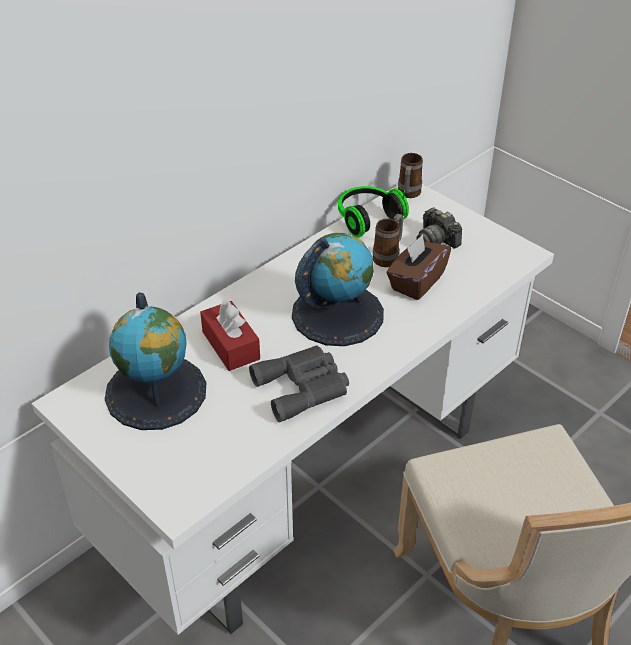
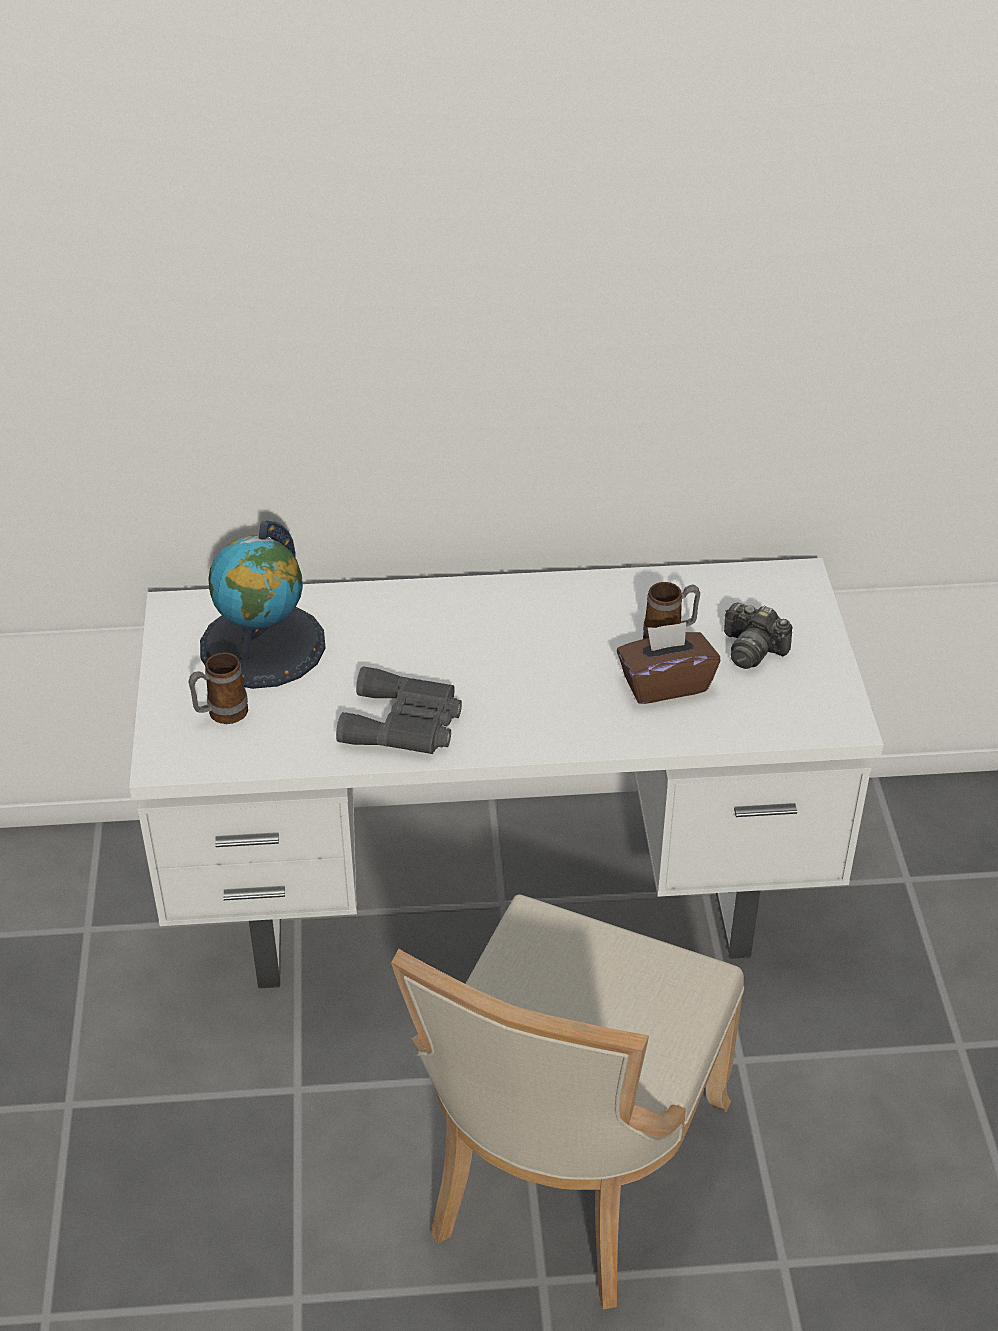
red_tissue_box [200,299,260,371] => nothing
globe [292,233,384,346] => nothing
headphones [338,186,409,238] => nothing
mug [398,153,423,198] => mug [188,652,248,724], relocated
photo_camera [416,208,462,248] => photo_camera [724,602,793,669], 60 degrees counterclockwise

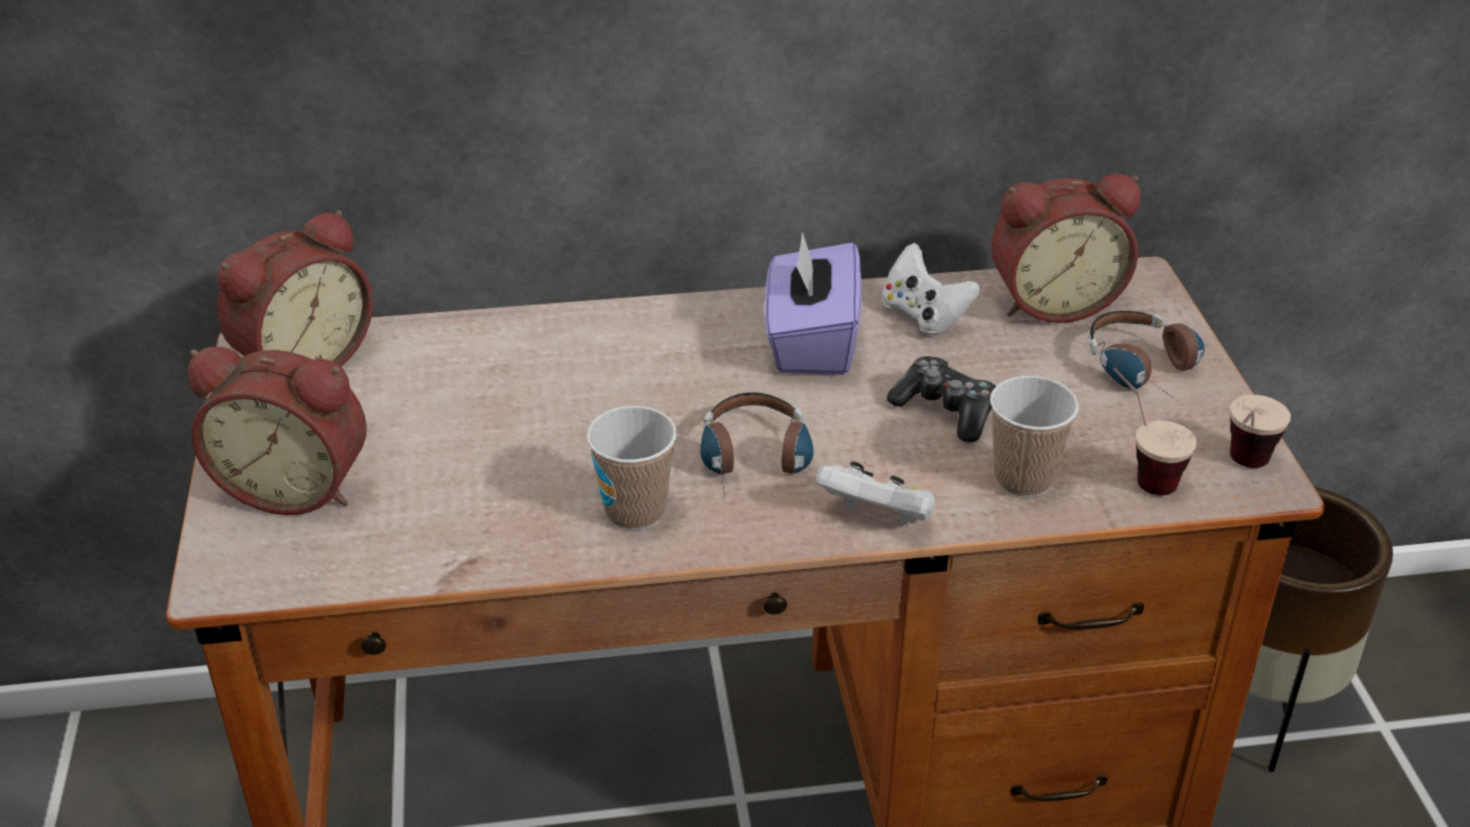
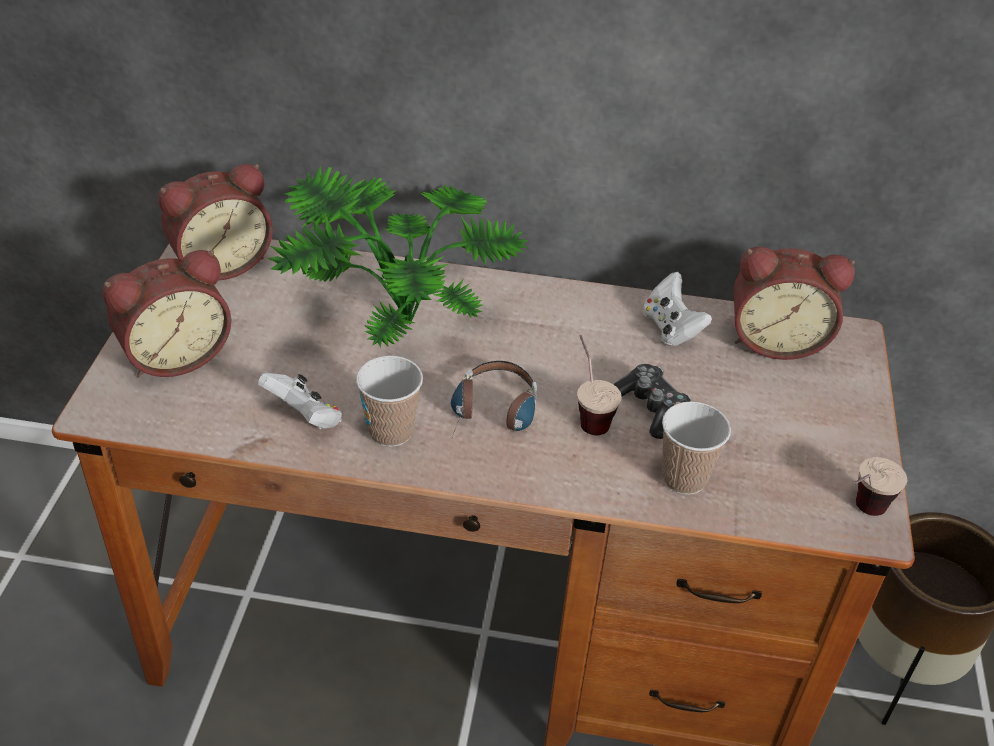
purple_tissue_box [765,232,861,375] => nothing
headphones [1089,311,1205,403] => nothing
nothing => potted_plant [268,166,528,348]
white_game_controller [816,461,935,525] => white_game_controller [258,372,342,429], relocated
cup [1113,367,1197,495] => cup [577,335,622,435], relocated
alarm_clock [188,347,367,515] => alarm_clock [102,250,231,377], 60 degrees counterclockwise

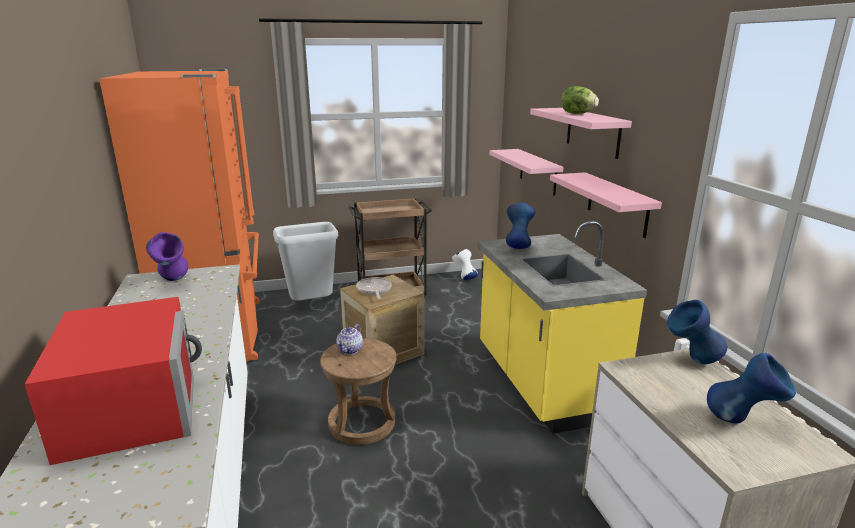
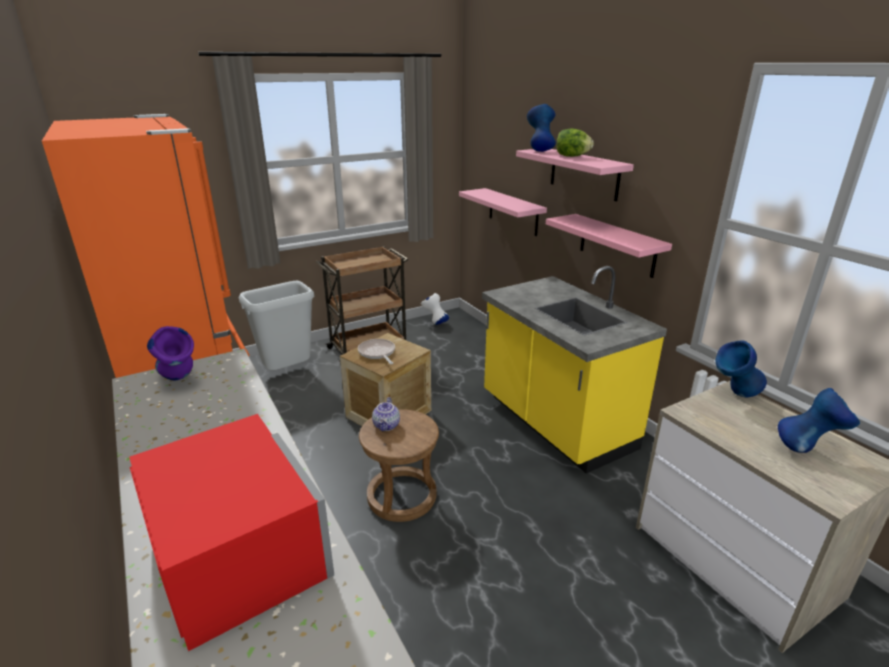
blue_vase [506,203,536,249] => blue_vase [527,104,556,152], relocated

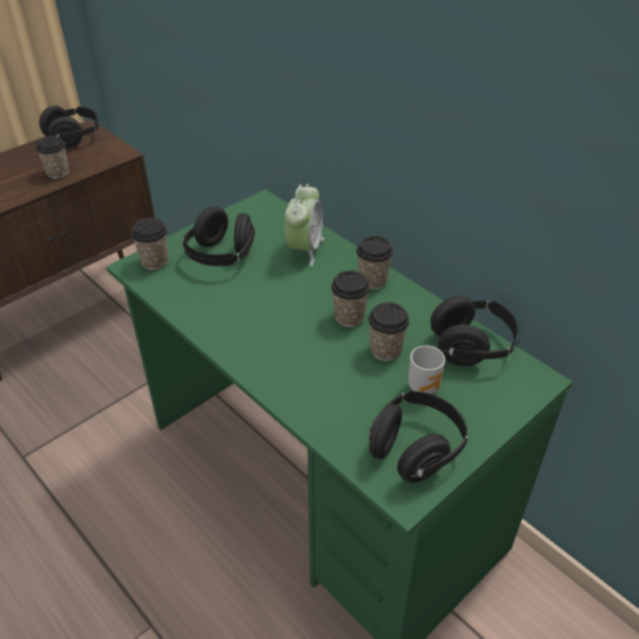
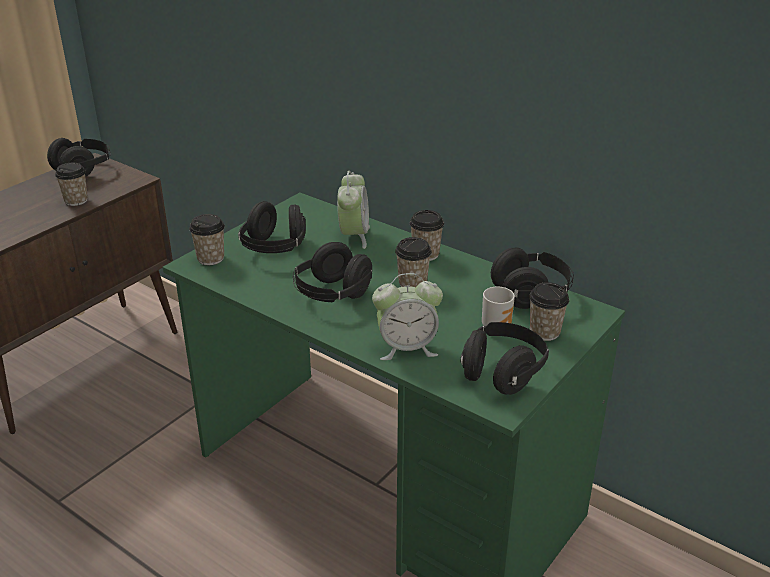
nothing => black_headphones [293,242,372,302]
nothing => alarm_clock [372,273,443,360]
cup [368,302,409,361] => cup [529,282,569,341], relocated

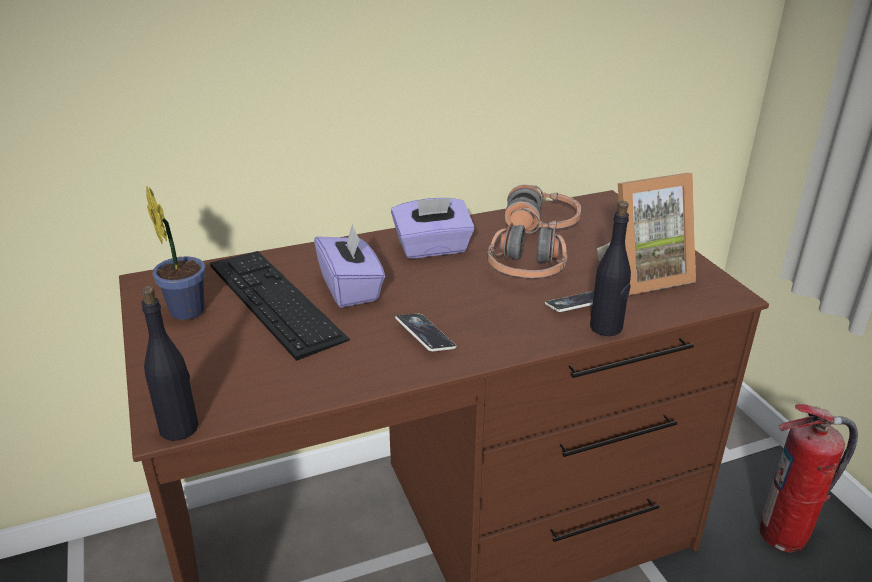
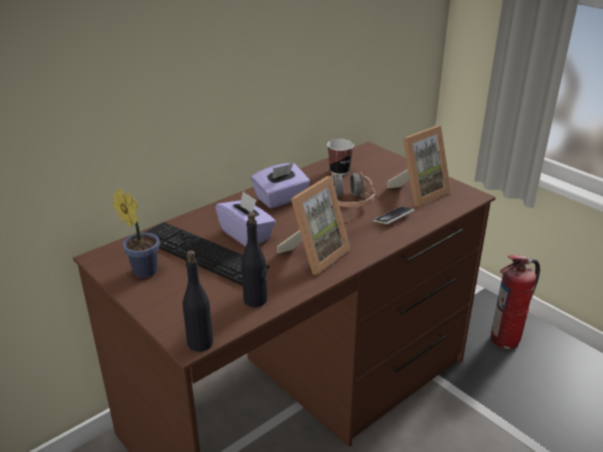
black_bottle [590,201,631,336] => black_bottle [241,212,267,307], relocated
phone [395,314,457,351] => picture_frame [277,176,350,275]
headphones [504,185,581,234] => cup [327,139,354,175]

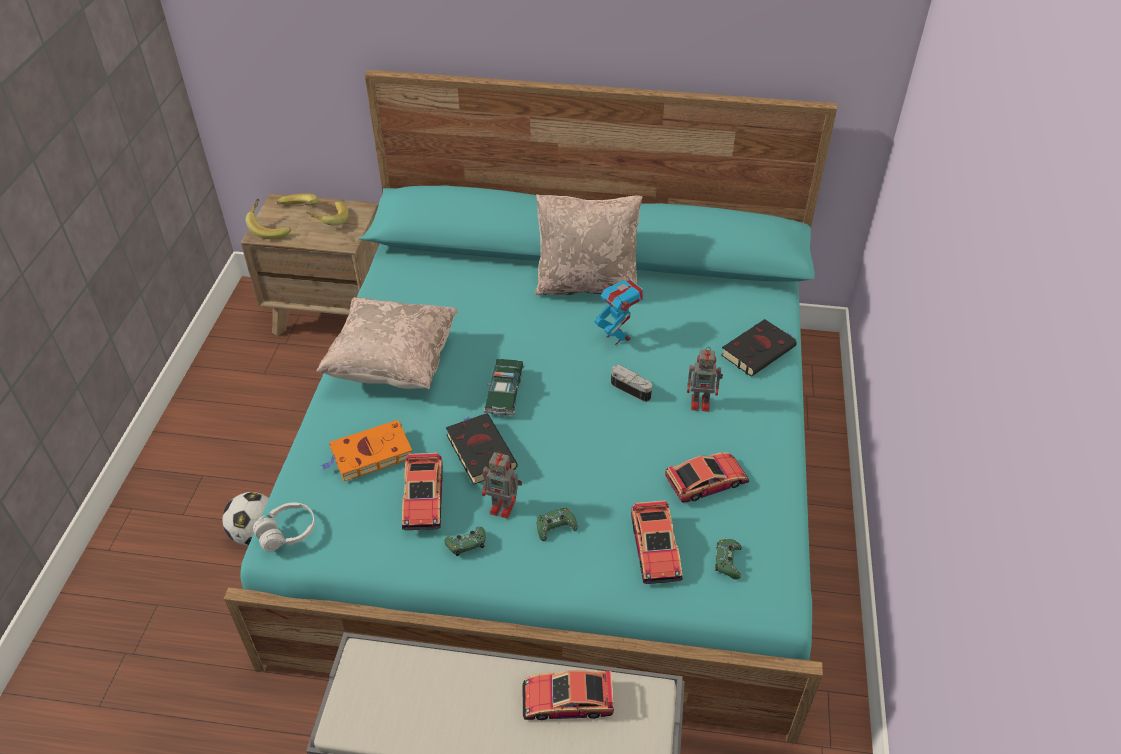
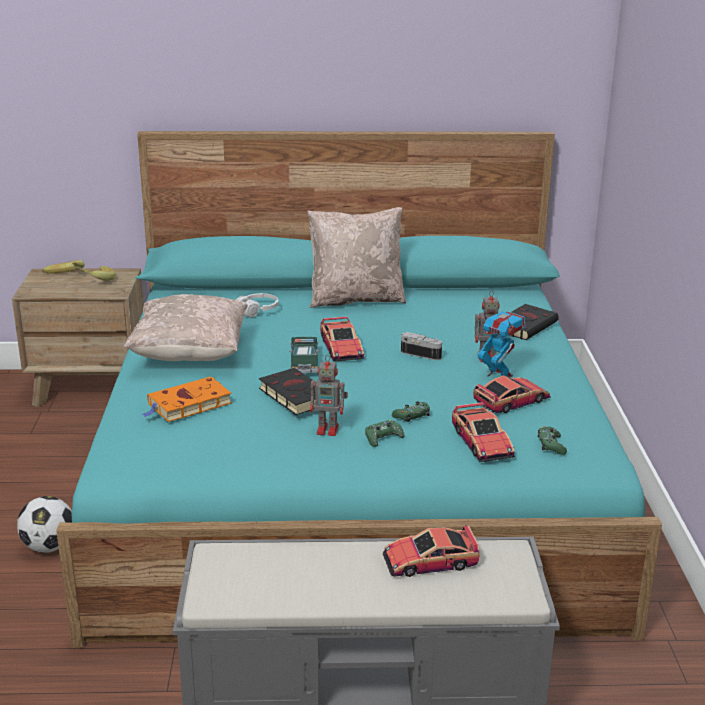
banana [246,199,291,239] => nothing
white_headphones [253,503,315,552] => white_headphones [236,293,279,318], relocated
toy_car [402,453,443,530] => toy_car [320,316,364,361], relocated
green_game_controller [444,527,486,556] => green_game_controller [392,401,430,422], relocated
toy_robot [594,279,644,345] => toy_robot [478,308,526,377], relocated

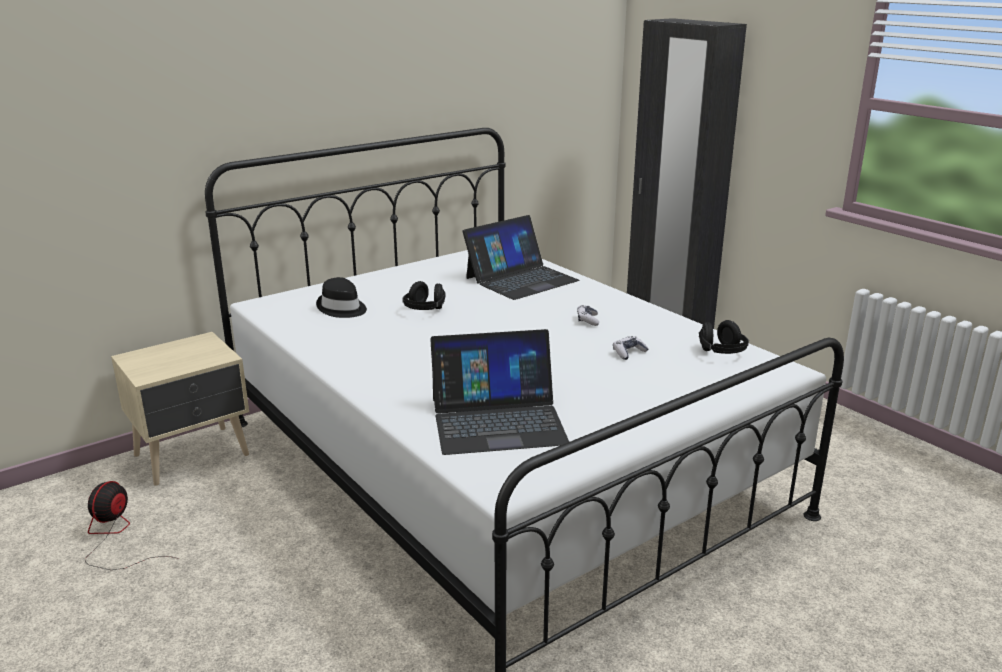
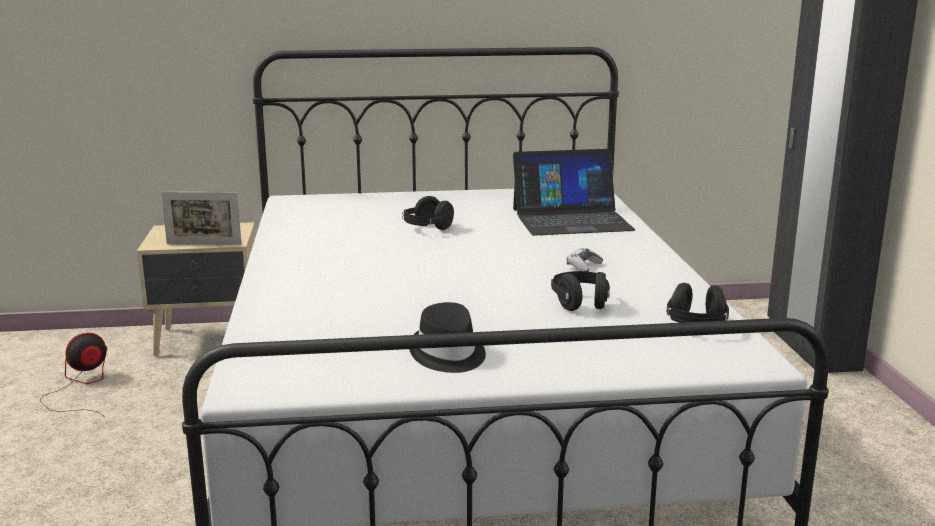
laptop [430,329,569,455] => nothing
nothing => picture_frame [161,192,242,245]
black_hat [316,277,367,318] => black_hat [409,302,486,373], relocated
game_controller [613,336,648,360] => black_headphones [551,271,610,311]

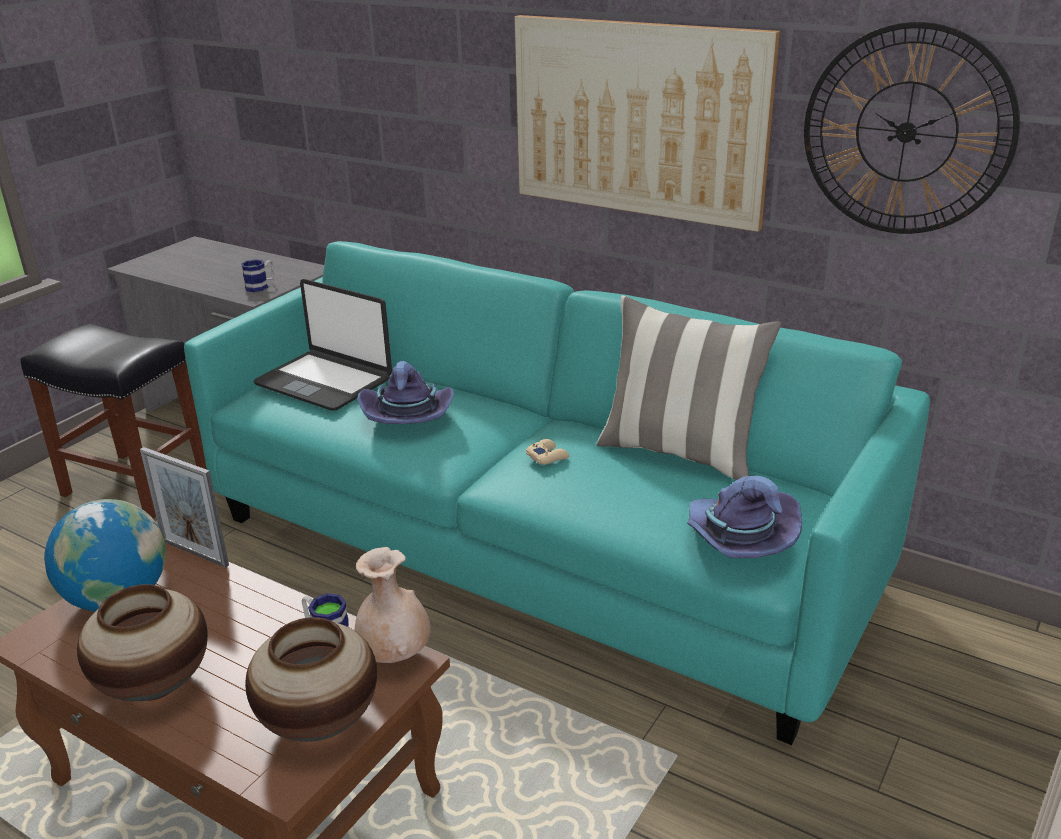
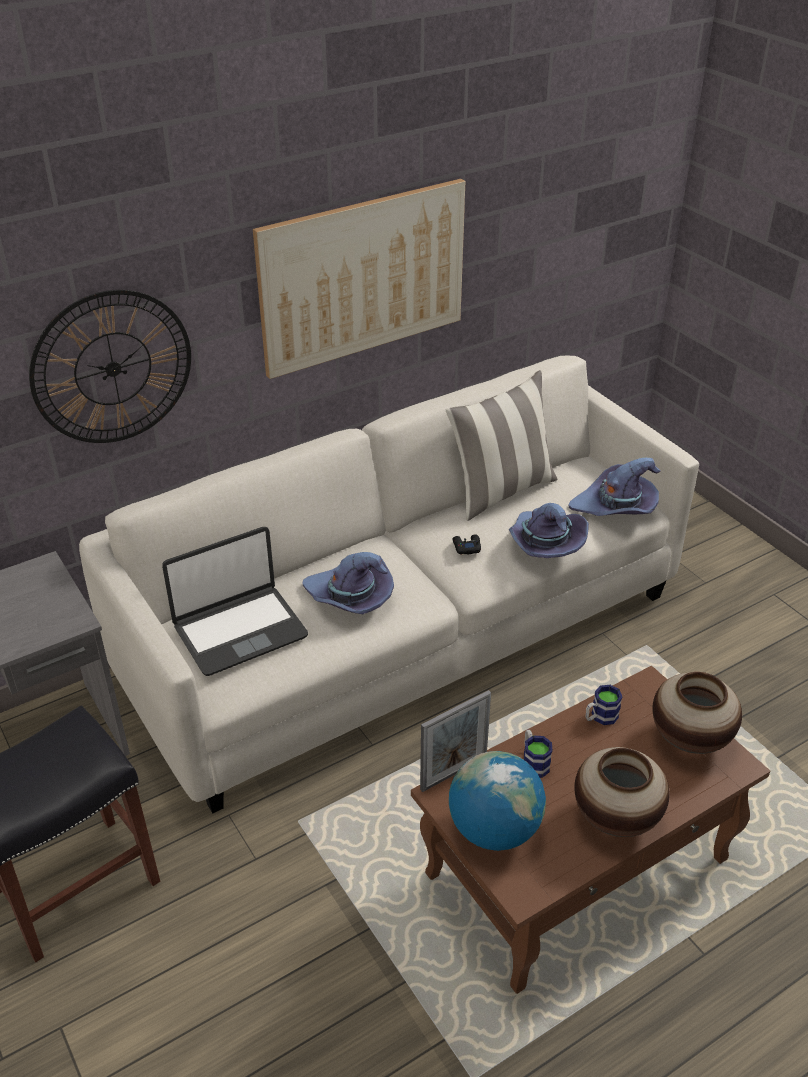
beige_vase [355,547,431,663] => nothing
nothing => purple_hat [509,503,589,558]
mug [241,259,274,292] => mug [524,730,552,778], relocated
wall_clock [804,22,1020,234] => wall_clock [29,290,191,443], relocated
turquoise_sofa [184,241,930,745] => white_sofa [79,356,699,813]
beige_game_controller [526,439,570,465] => black_game_controller [453,534,481,555]

